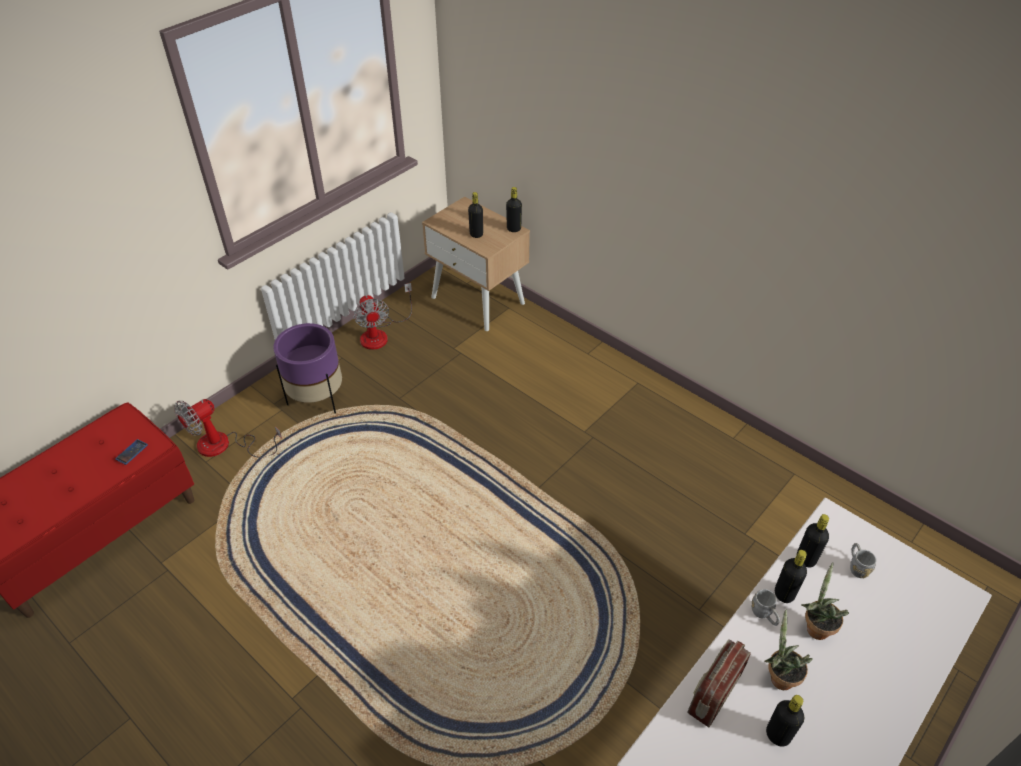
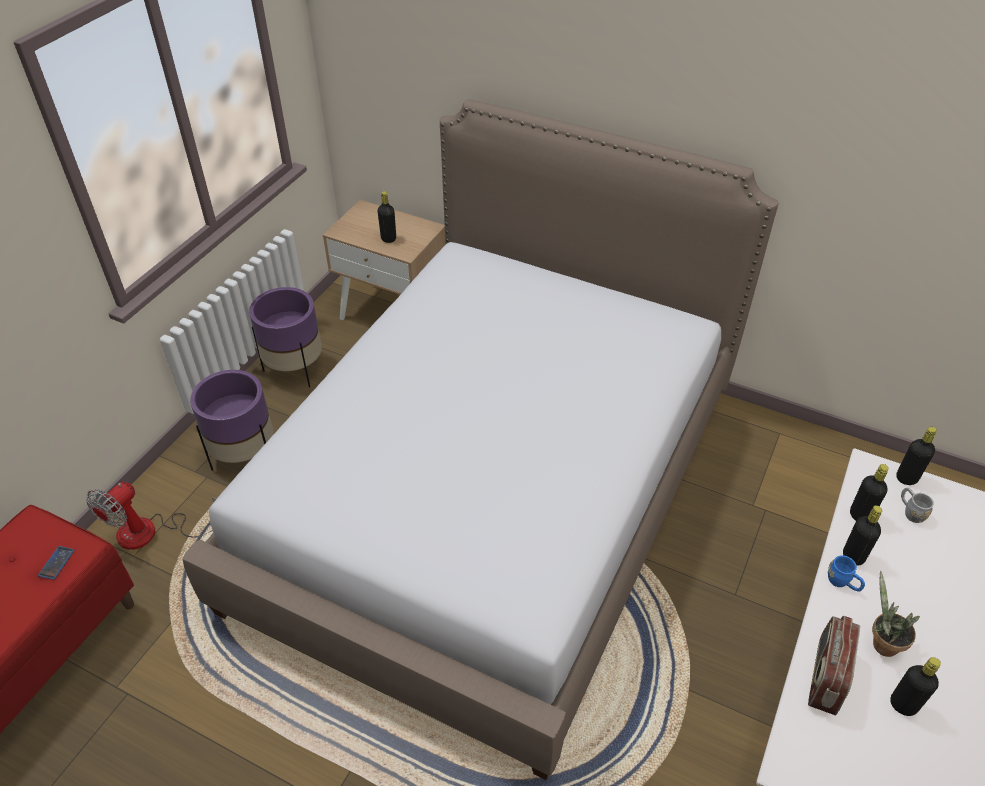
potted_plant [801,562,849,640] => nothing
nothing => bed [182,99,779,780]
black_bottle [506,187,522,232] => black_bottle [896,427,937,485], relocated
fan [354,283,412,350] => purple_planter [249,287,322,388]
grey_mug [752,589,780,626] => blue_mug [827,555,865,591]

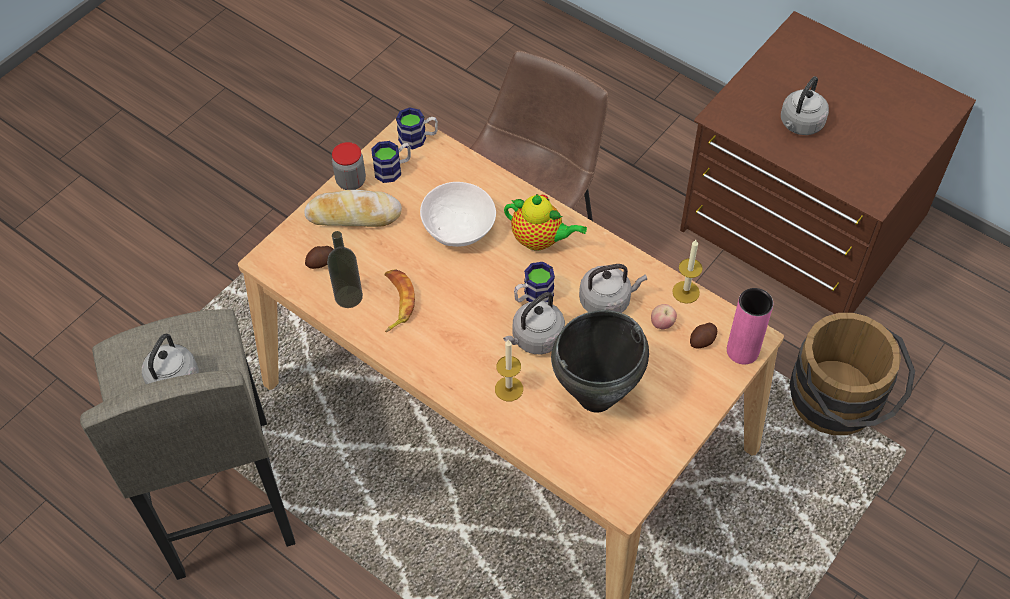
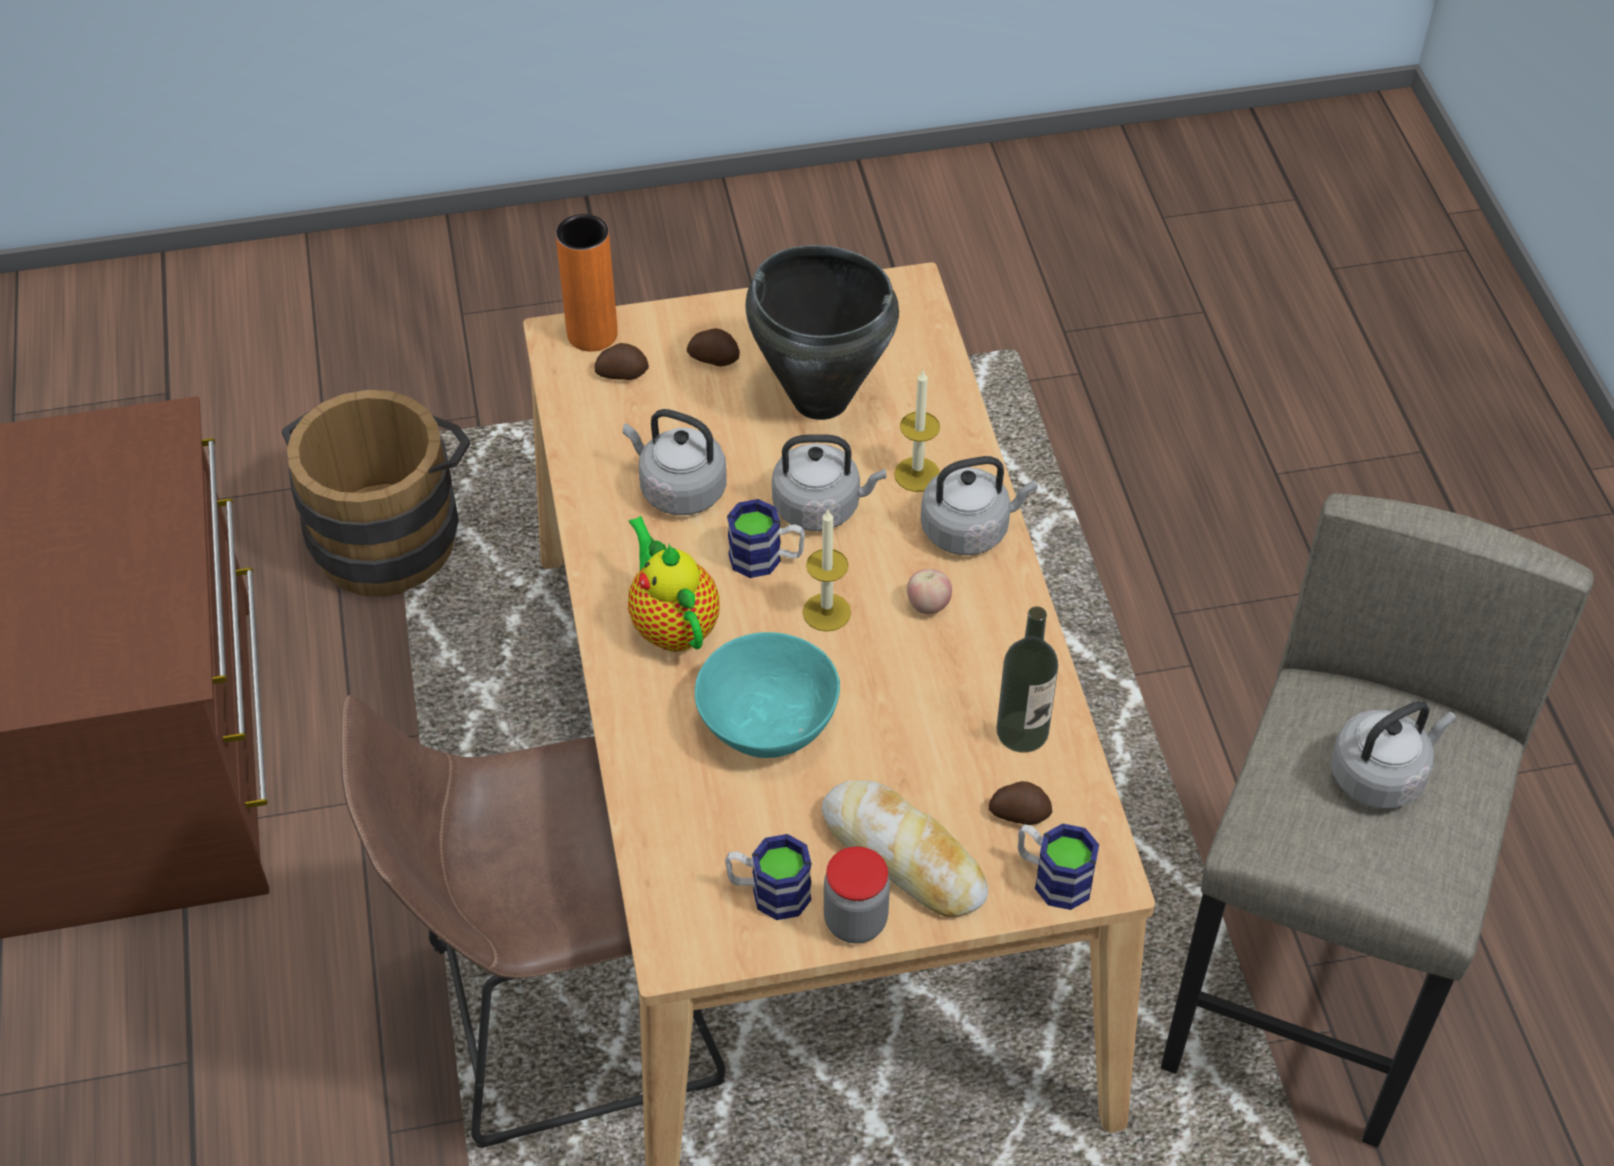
banana [385,269,415,332] => nothing
nothing => potato [687,328,740,366]
mug [396,107,438,149] => mug [1018,823,1099,910], relocated
apple [651,304,677,329] => apple [907,569,952,614], relocated
candle [672,240,703,304] => candle [803,510,851,632], relocated
grey_kettle [781,76,829,135] => grey_kettle [921,456,1038,555], relocated
white_bowl [420,182,496,247] => turquoise_bowl [695,632,840,758]
pink_vase [727,288,773,365] => orange_vase [556,214,618,352]

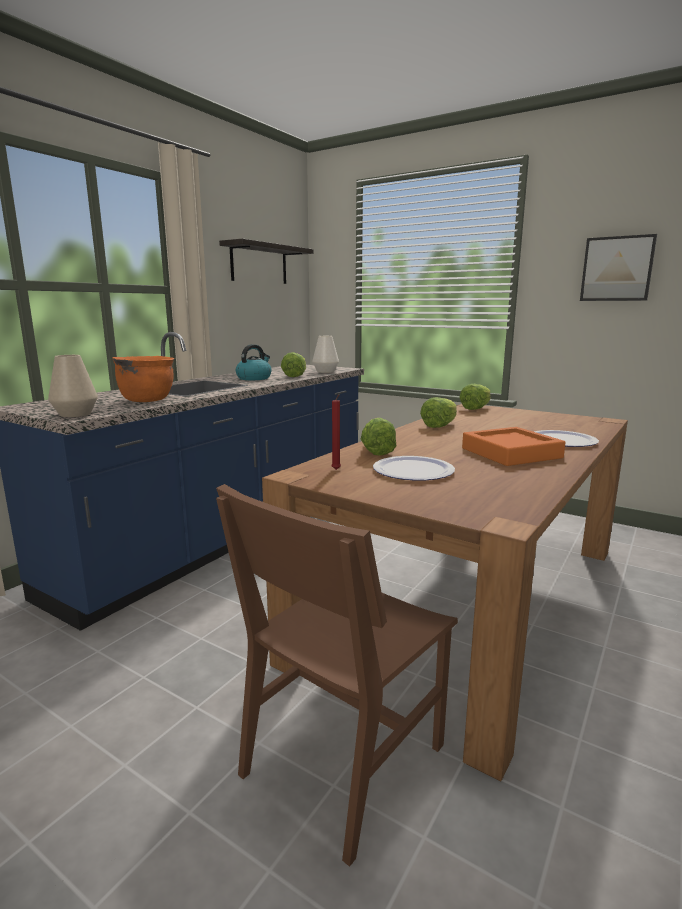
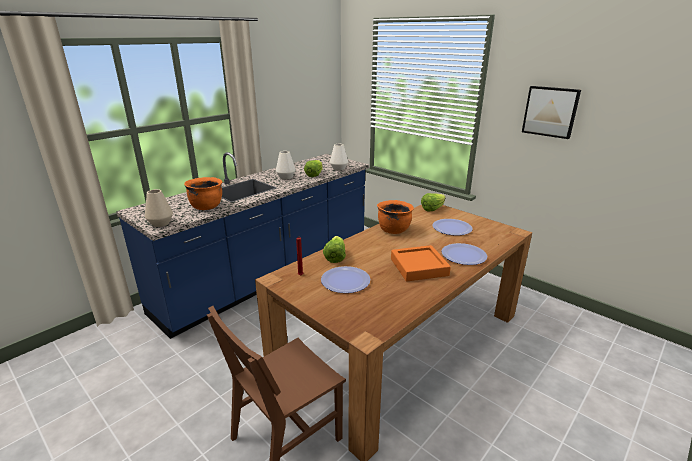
shelf [219,238,314,284] => nothing
nothing => plate [432,219,472,235]
kettle [236,344,272,380] => white_vase [276,151,296,179]
lettuce [420,397,457,428] => orange_cooking_pot [377,200,414,234]

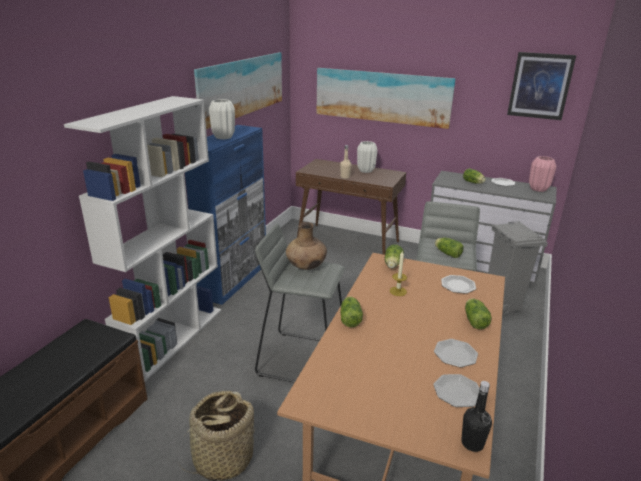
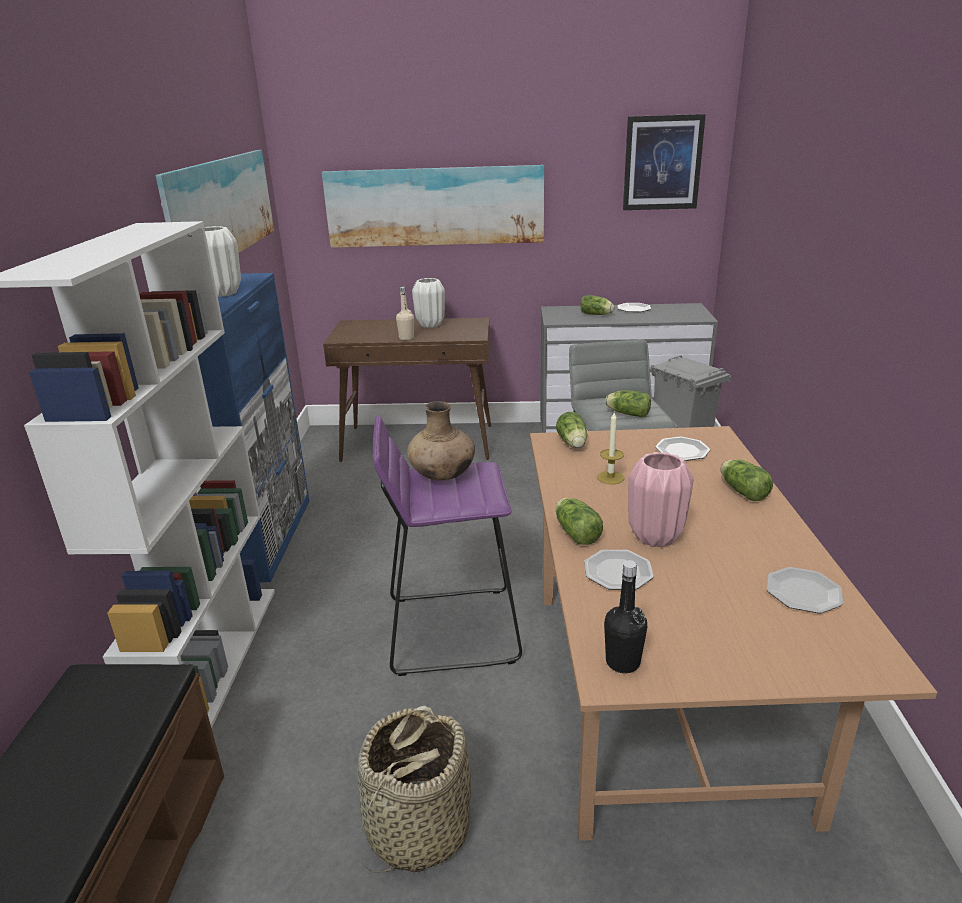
plate [434,339,478,367] => plate [584,550,654,590], relocated
black_bottle [461,381,492,452] => black_bottle [604,560,647,673], relocated
pink_vase [529,156,557,192] => pink_vase [628,452,694,547], relocated
grey_stool [255,223,345,383] => purple_stool [373,415,522,676]

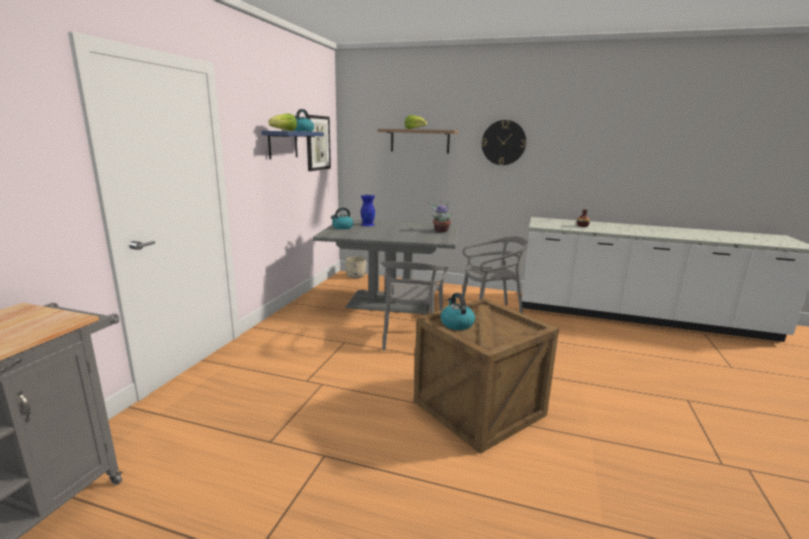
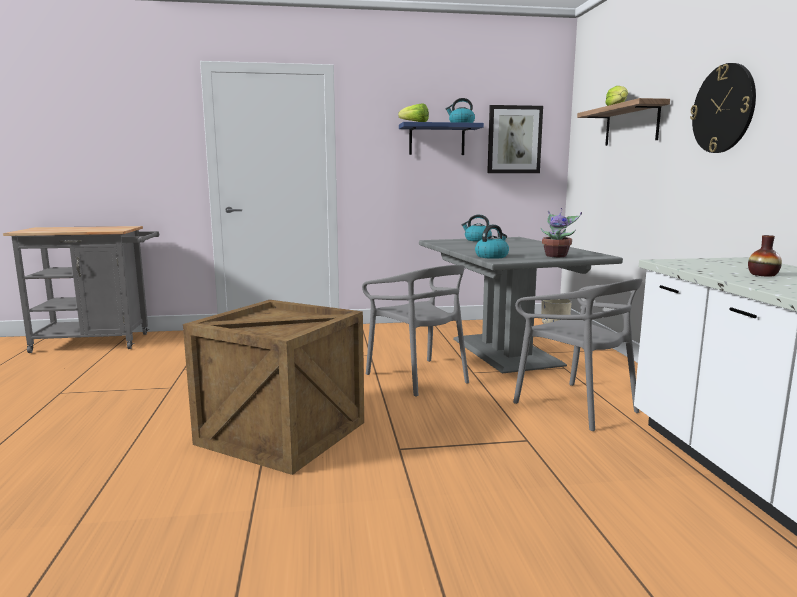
blue_vase [361,195,375,226] => nothing
kettle [440,293,475,330] => kettle [475,225,509,259], relocated
grey_chair [381,261,448,350] => grey_chair [362,265,469,396], 105 degrees counterclockwise

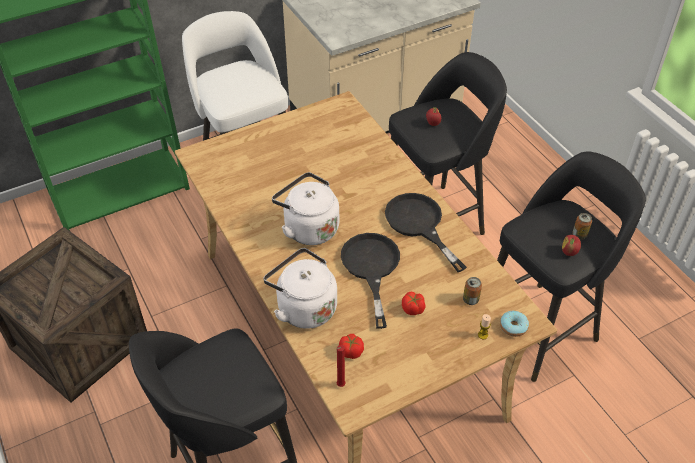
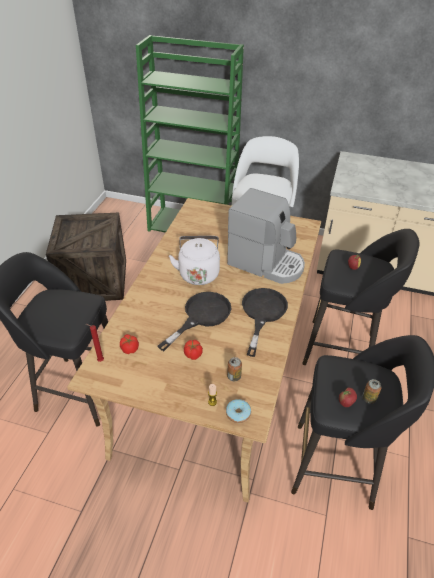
white_kettle [263,248,337,329] => nothing
nothing => coffee_machine [227,188,305,284]

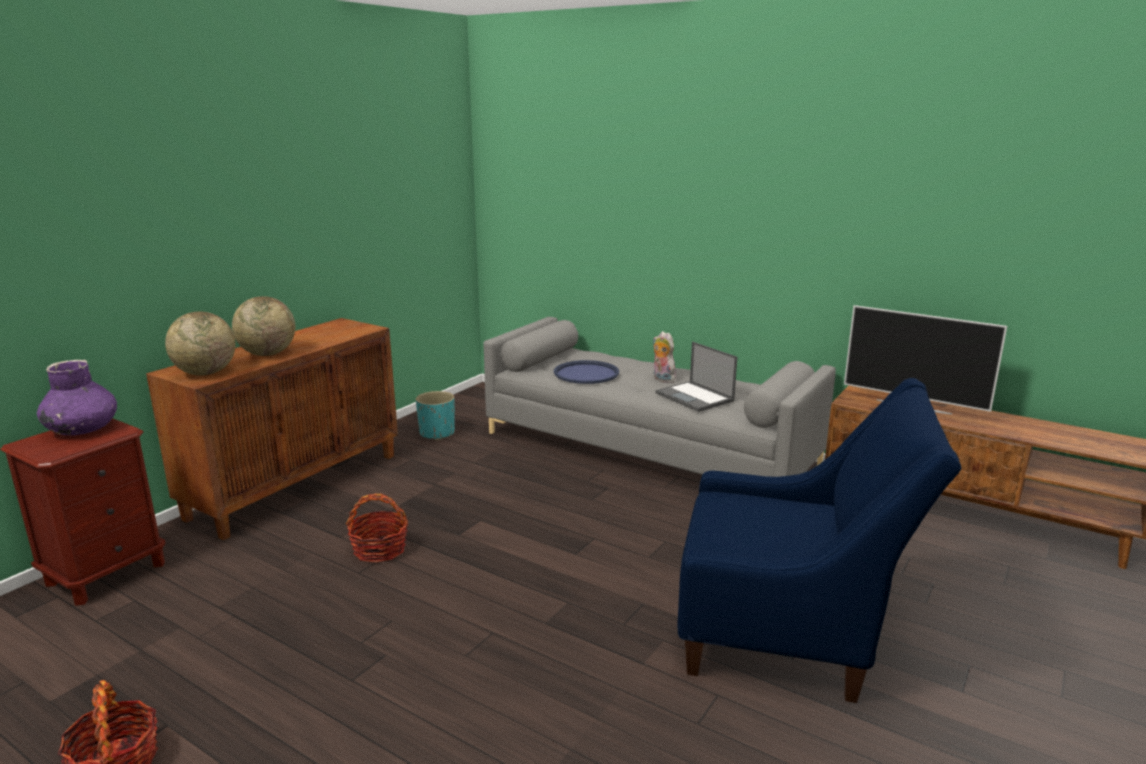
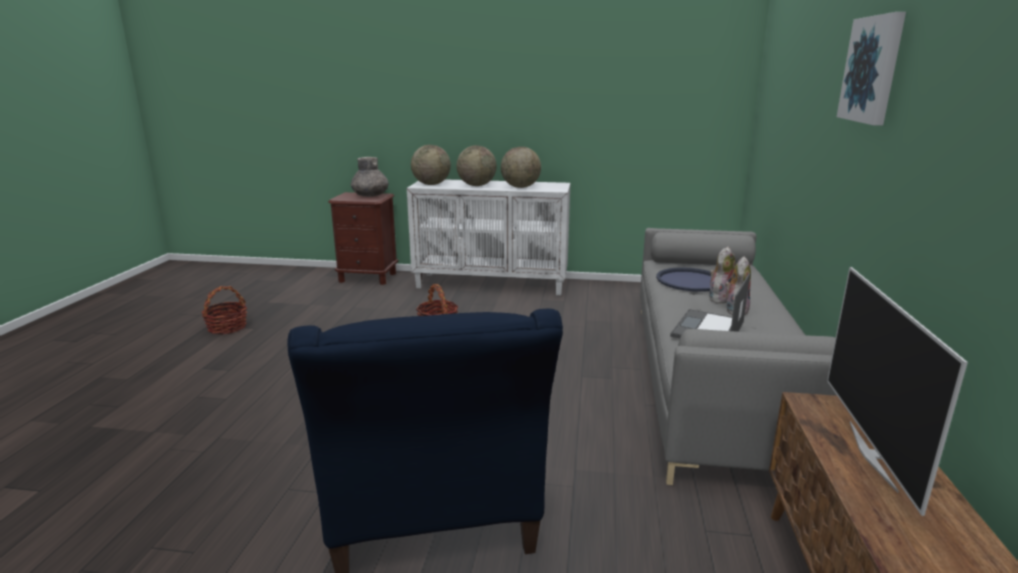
turquoise_planter [416,391,455,440] => nothing
nothing => globe [501,147,541,188]
nothing => plush_toy [709,247,736,304]
nothing => picture [837,12,906,126]
purple_vase [37,360,117,435] => grey_vase [351,157,388,197]
brown_cabinet [146,318,398,541] => white_cabinet [407,179,570,295]

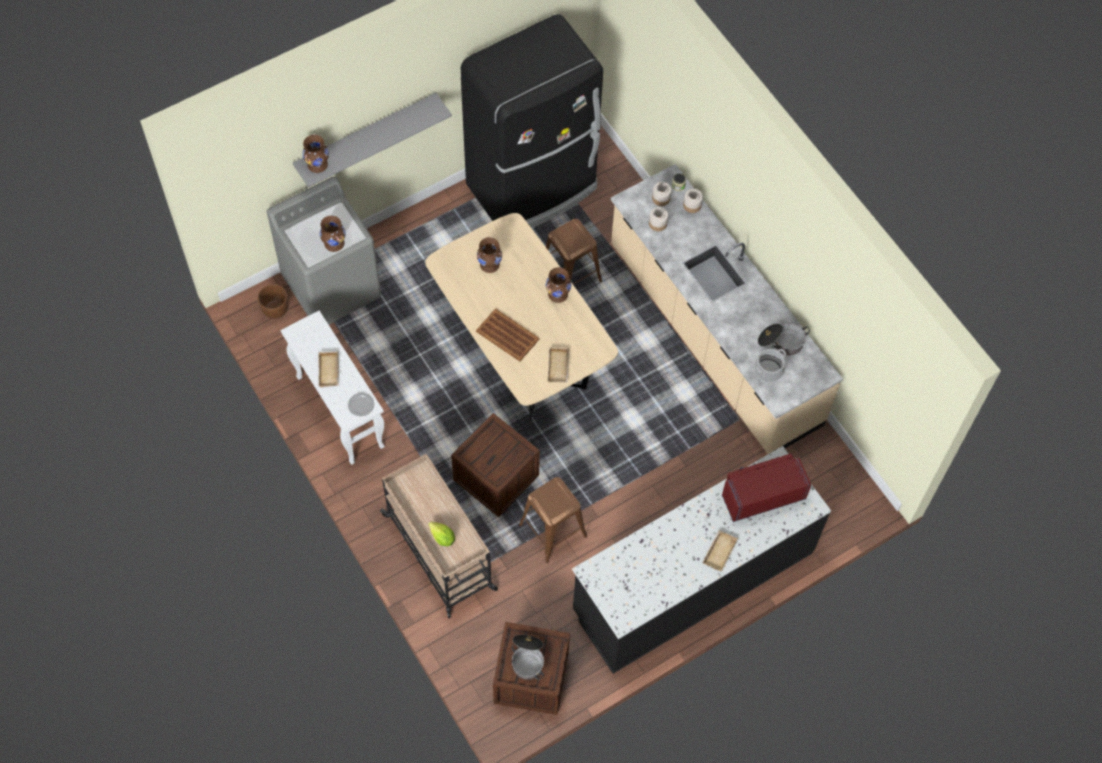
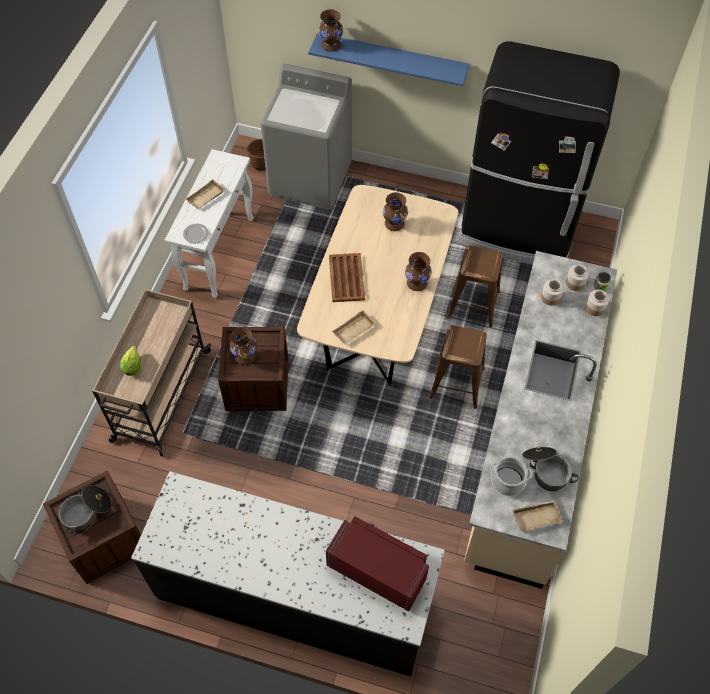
brown_vase [320,215,346,252] => brown_vase [230,327,257,365], relocated
brown_stool [519,477,587,563] => brown_stool [429,325,487,409], relocated
beige_tray [702,530,738,572] => beige_tray [512,500,563,531], relocated
grey_shelf [293,93,452,187] => blue_shelf [308,33,470,86]

